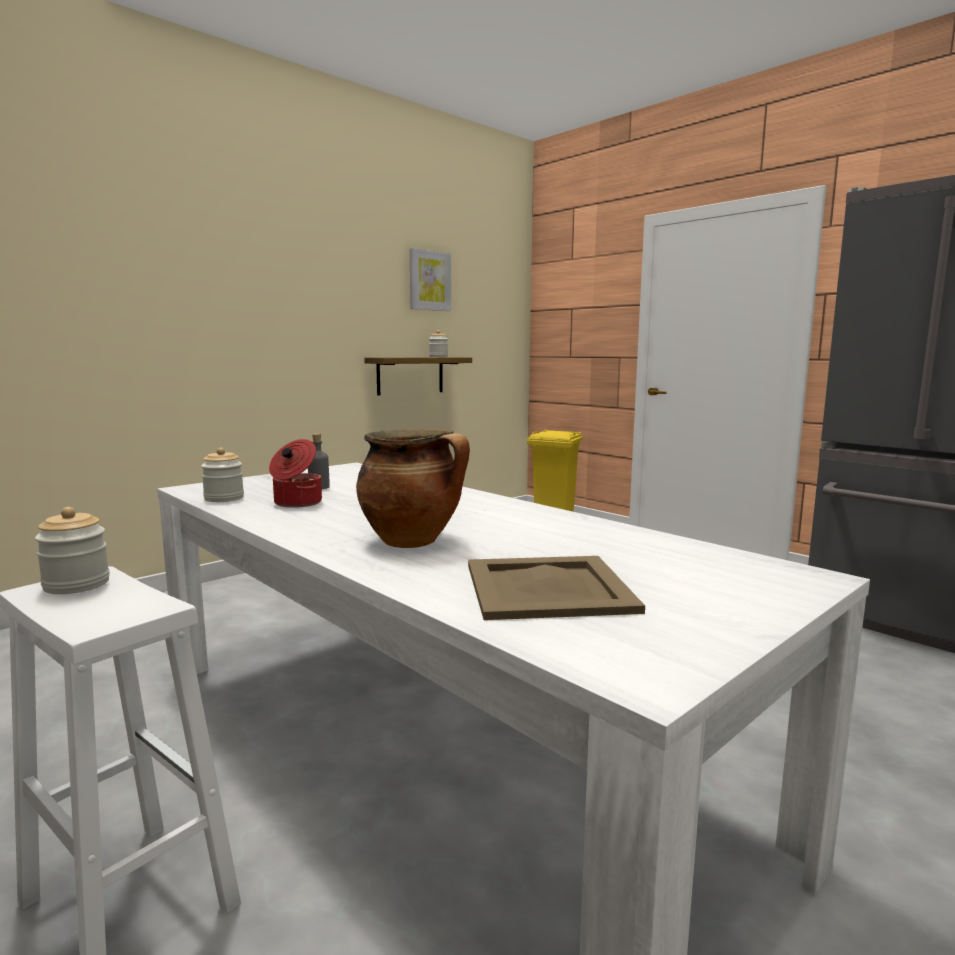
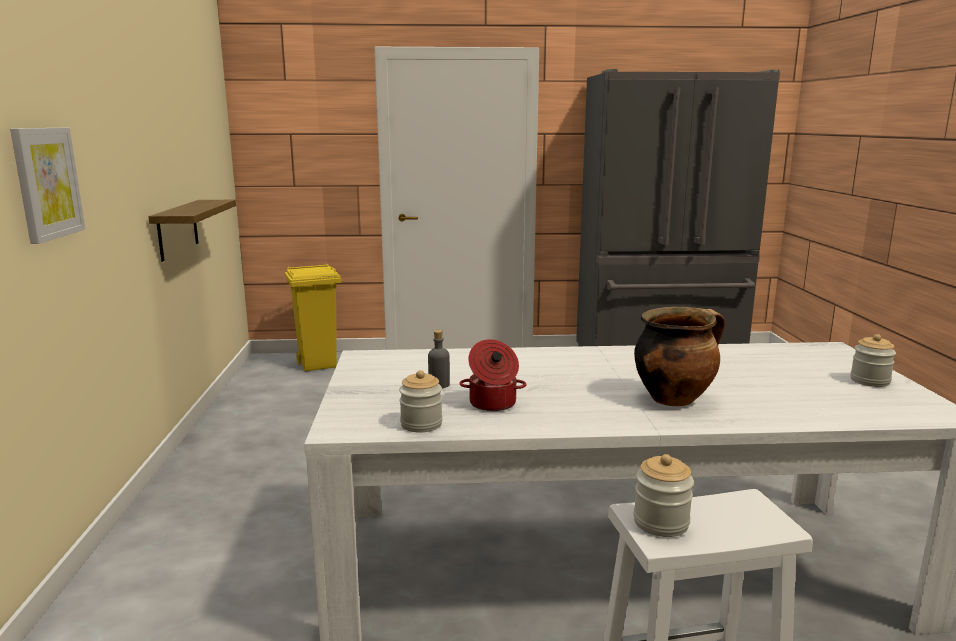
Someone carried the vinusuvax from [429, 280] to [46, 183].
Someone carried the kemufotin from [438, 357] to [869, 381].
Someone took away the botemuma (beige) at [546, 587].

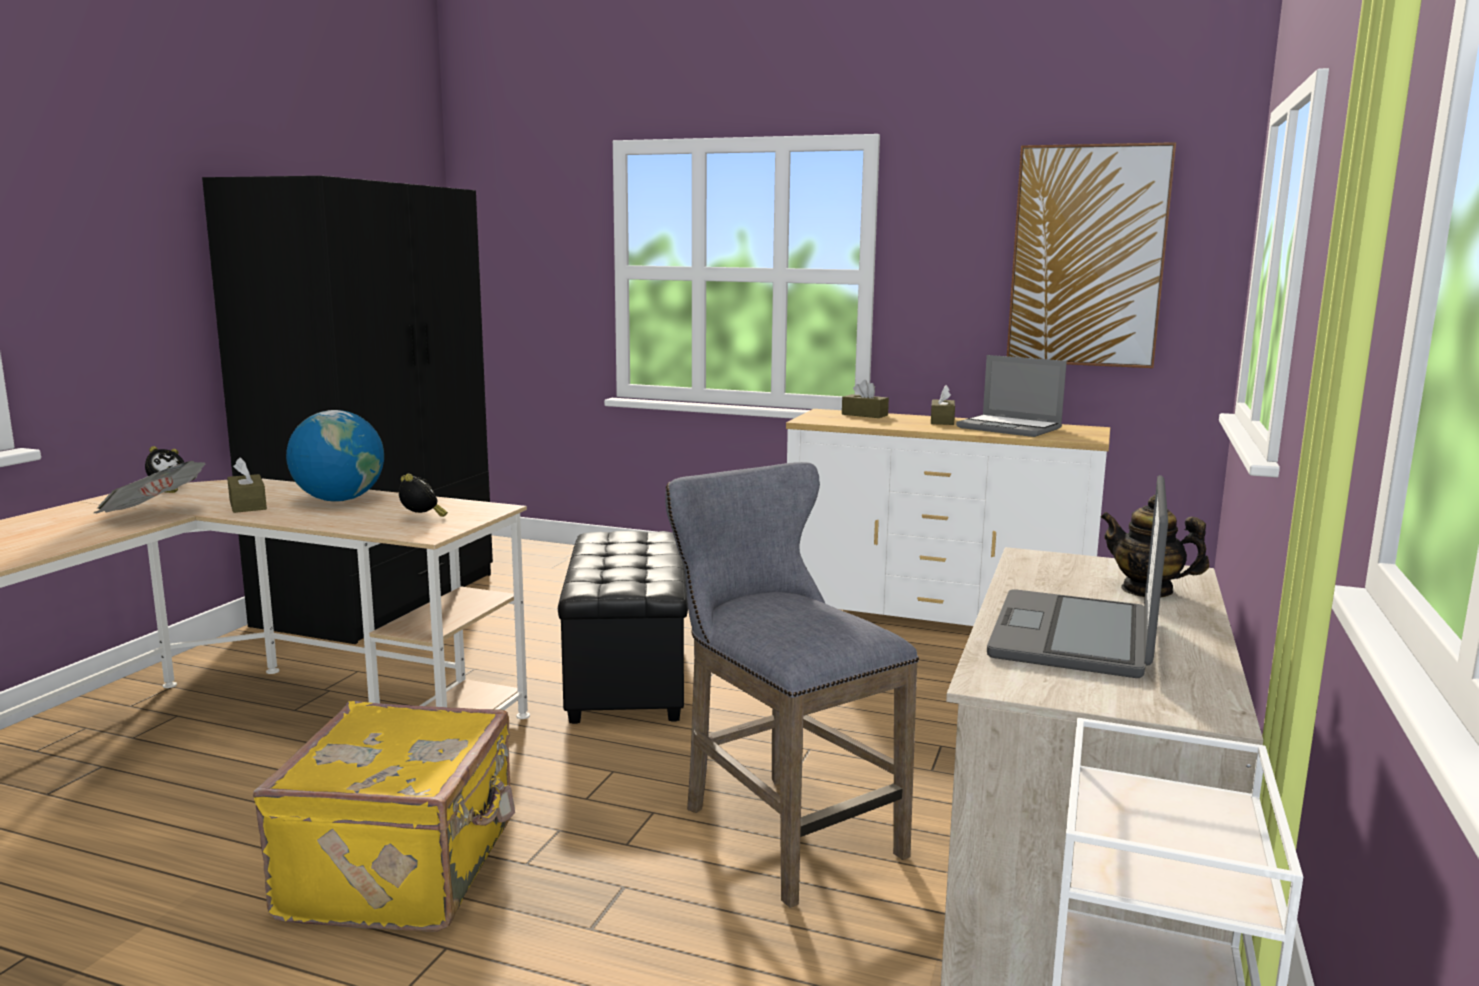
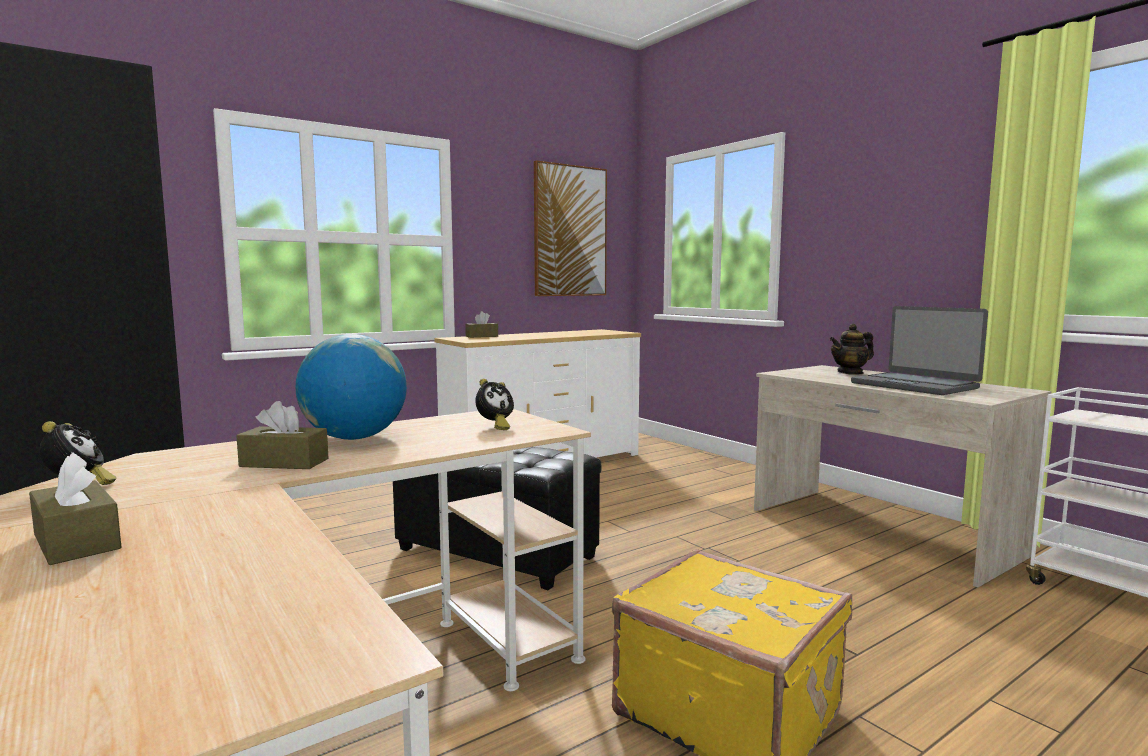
Someone carried the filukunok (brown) from [942, 421] to [76, 541].
Someone rotated the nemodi at [422, 519] by 135 degrees clockwise.
Someone took away the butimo at [153, 515].
Someone took away the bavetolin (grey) at [781, 828].
Someone took away the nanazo at [1010, 428].

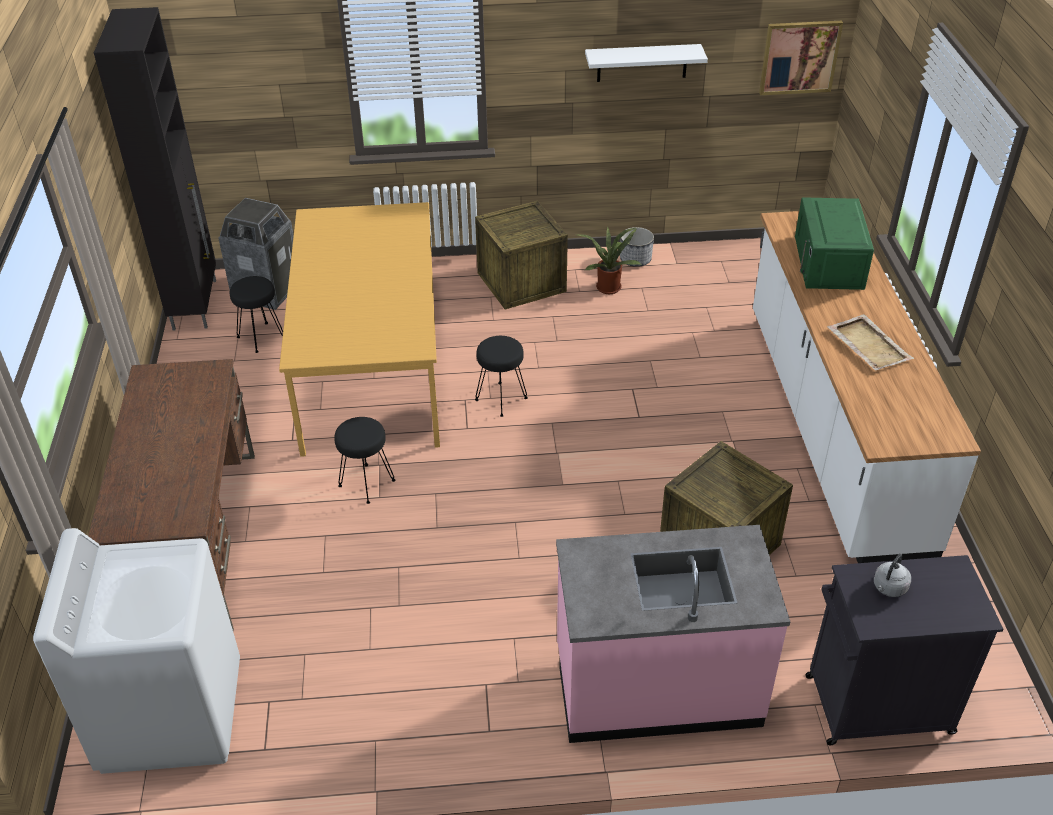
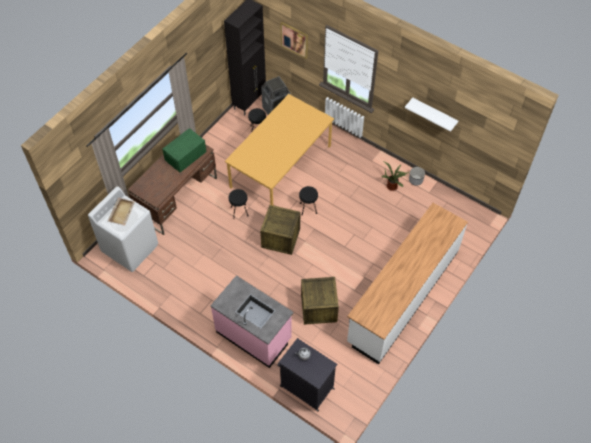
Someone carried the botemuma (beige) from [868, 344] to [122, 212].
Someone carried the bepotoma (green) from [829, 262] to [185, 156].
Someone carried the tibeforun from [521, 282] to [280, 238].
Someone carried the vinusuvax from [799, 57] to [294, 39].

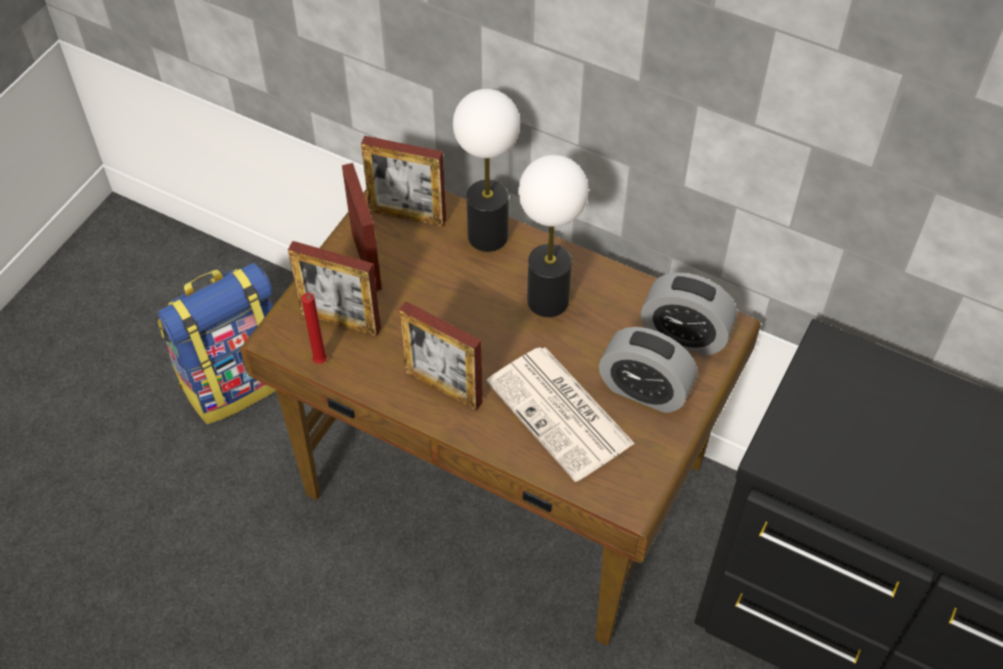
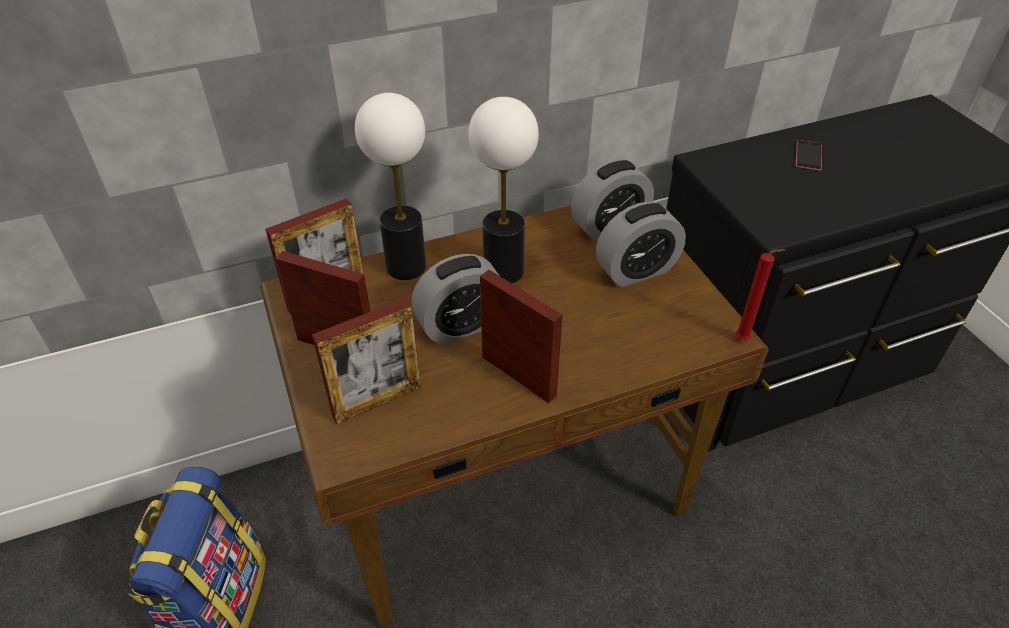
Someone put down the nemodi at [461, 325].
Someone rotated the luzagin at [443, 387] by 120 degrees counterclockwise.
Someone carried the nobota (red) from [320, 363] to [744, 339].
Someone put down the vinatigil at [808, 155].
Someone took away the butimo at [562, 414].

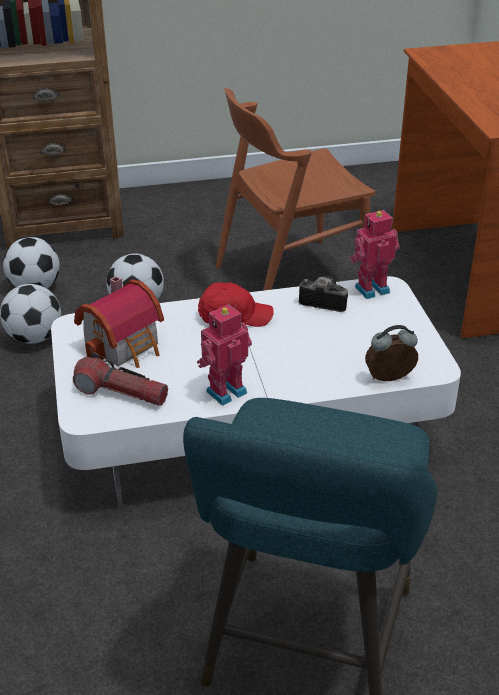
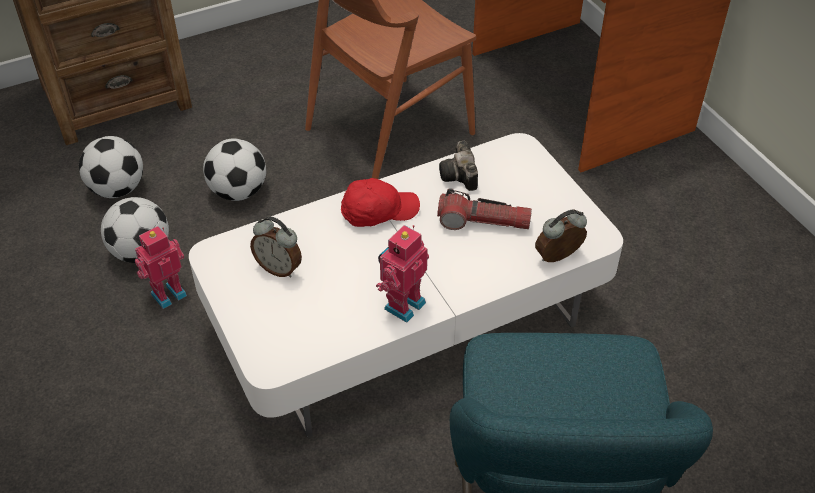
Someone carried the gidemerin from [371, 288] to [167, 293].
Someone swapped the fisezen at [126, 345] for the nemodi at [279, 268].
Someone carried the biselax from [121, 393] to [483, 222].
Someone rotated the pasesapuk at [321, 301] by 105 degrees counterclockwise.

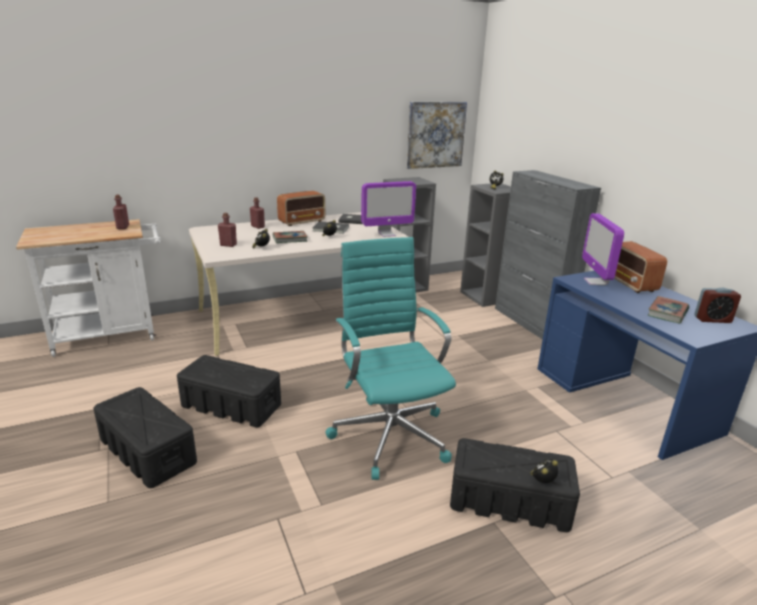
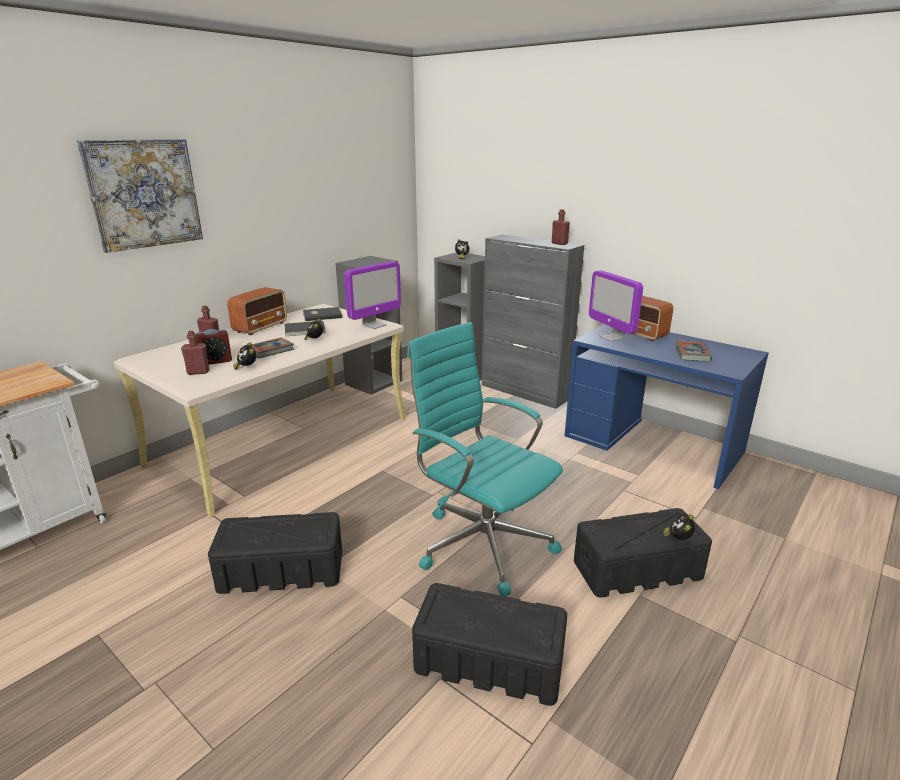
Someone carried the vinusuvax from [435, 135] to [144, 194].
Someone carried the nemodi from [712, 319] to [215, 361].
Someone carried the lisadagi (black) from [147, 451] to [488, 662].
Someone carried the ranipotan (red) from [123, 227] to [559, 243].

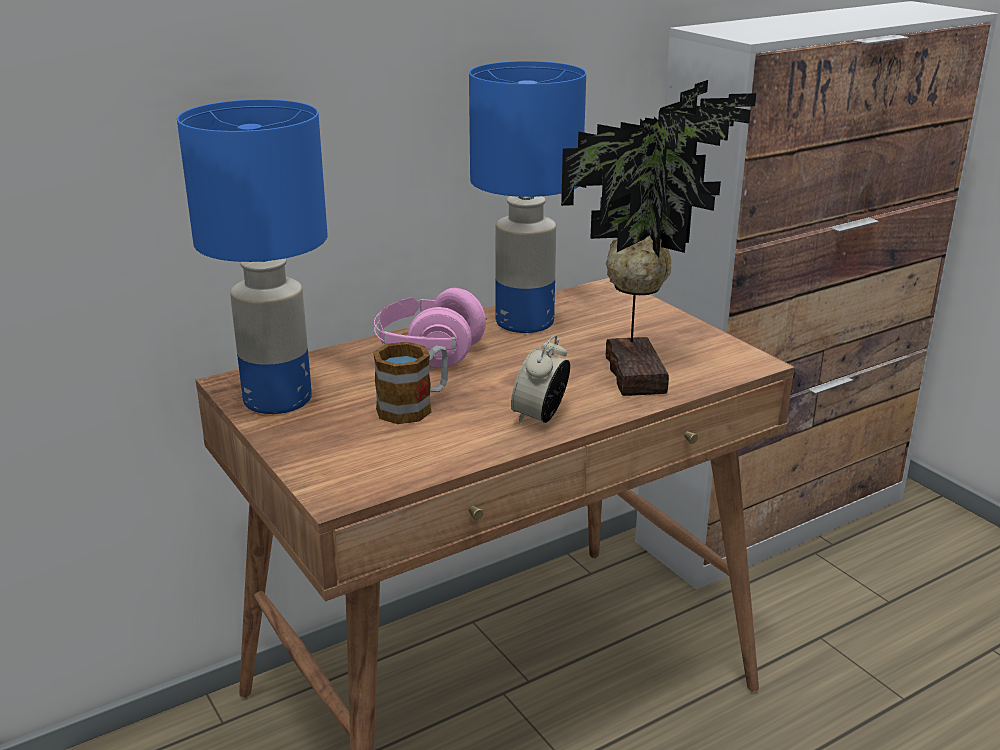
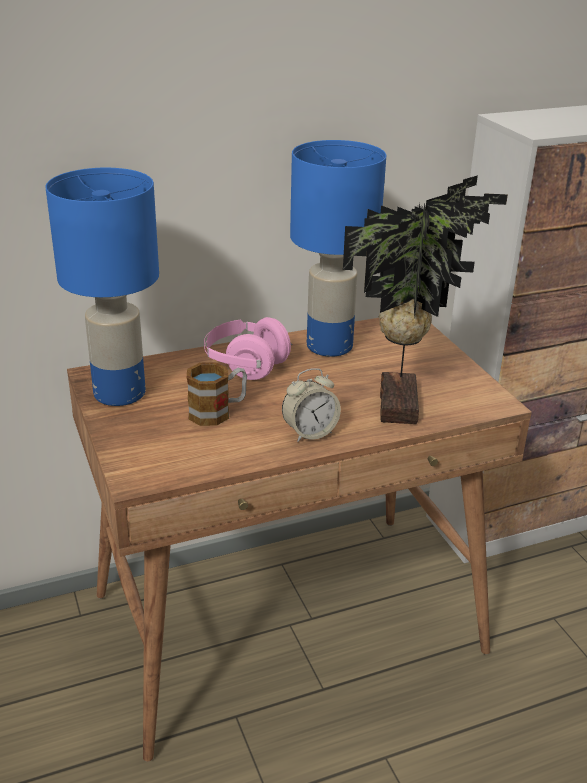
Someone rotated the nemodi at [540, 417] by 150 degrees counterclockwise.

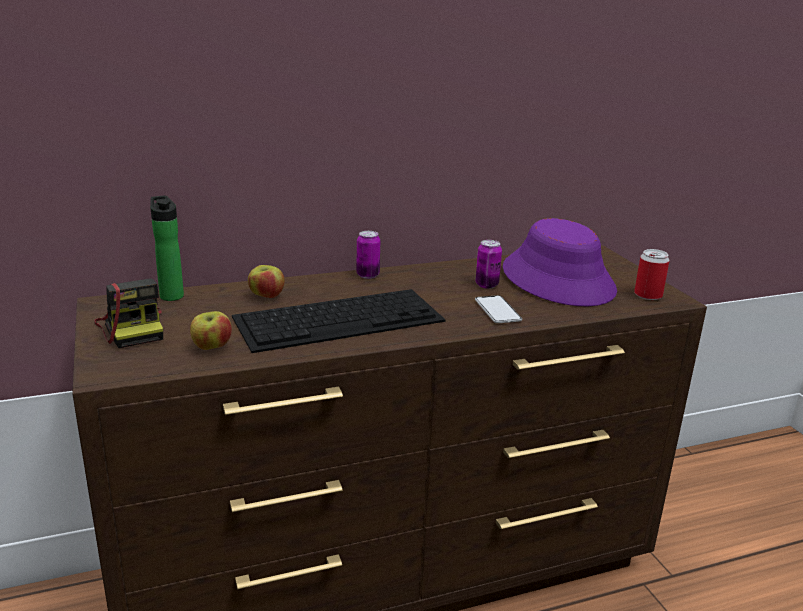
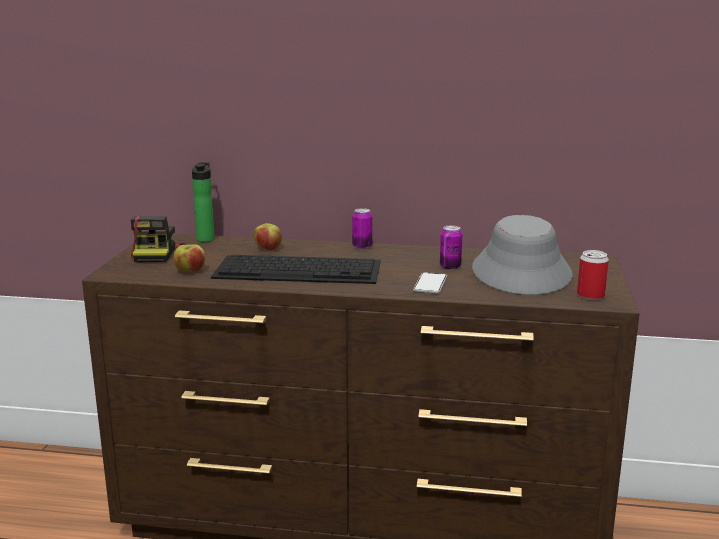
Someone repainted the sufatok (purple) at [558, 280], which became the sufatok (grey) at [522, 272].

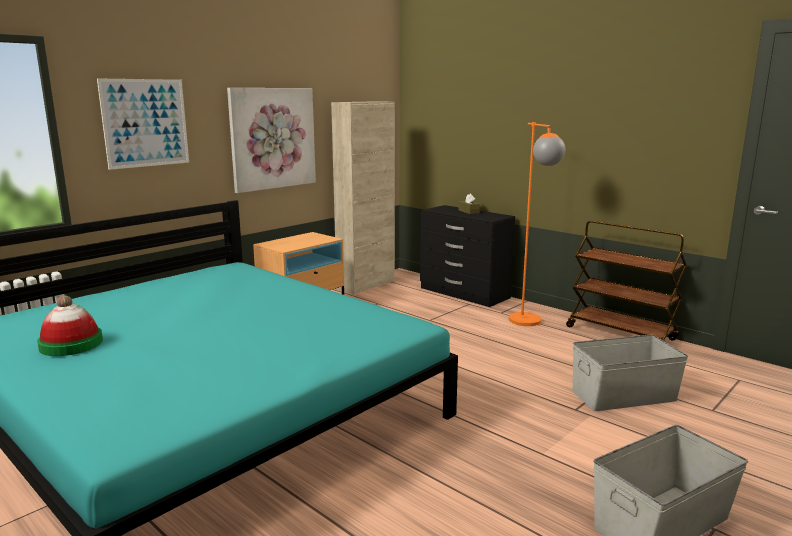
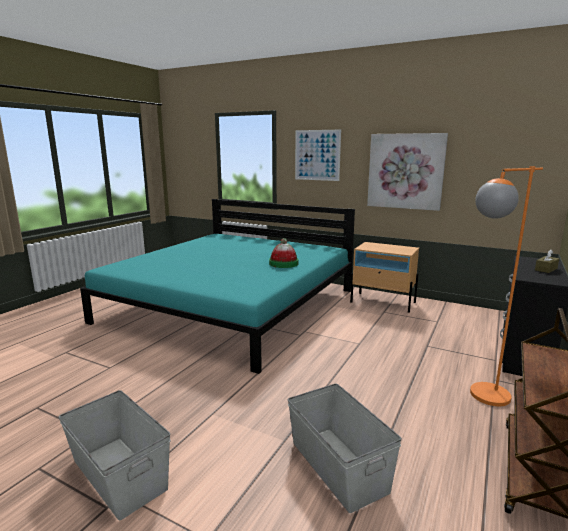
Someone carried the sufatok from [71, 344] to [283, 263].
Someone took away the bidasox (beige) at [366, 285].

